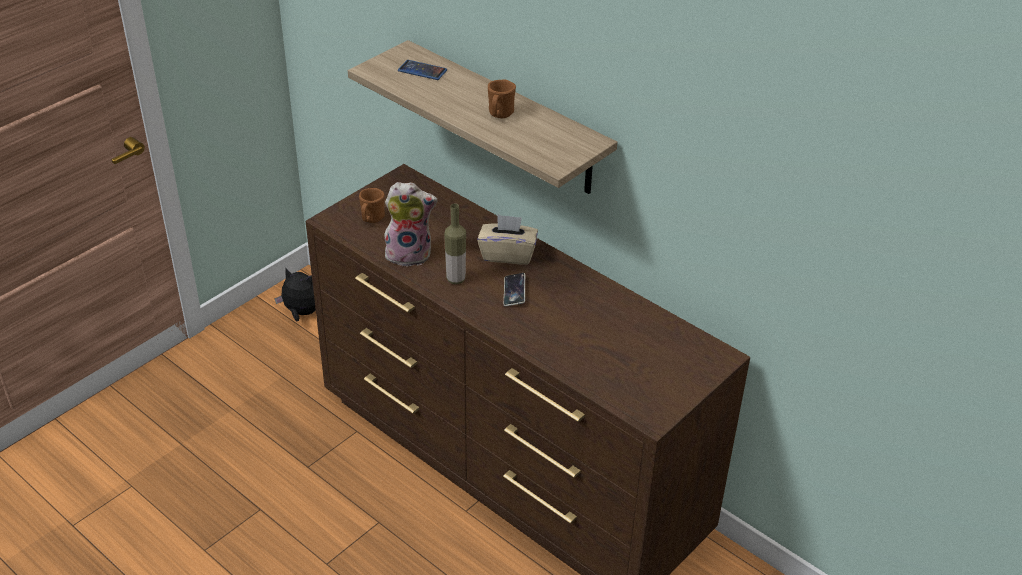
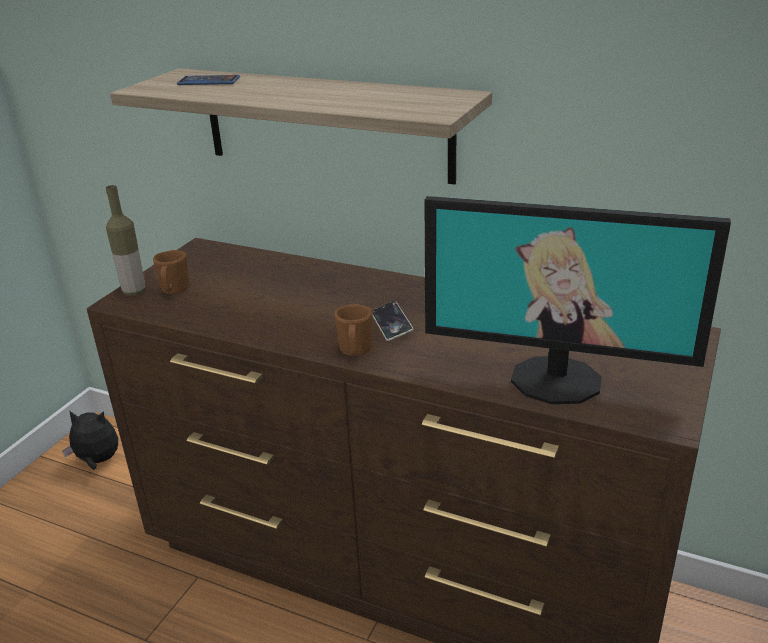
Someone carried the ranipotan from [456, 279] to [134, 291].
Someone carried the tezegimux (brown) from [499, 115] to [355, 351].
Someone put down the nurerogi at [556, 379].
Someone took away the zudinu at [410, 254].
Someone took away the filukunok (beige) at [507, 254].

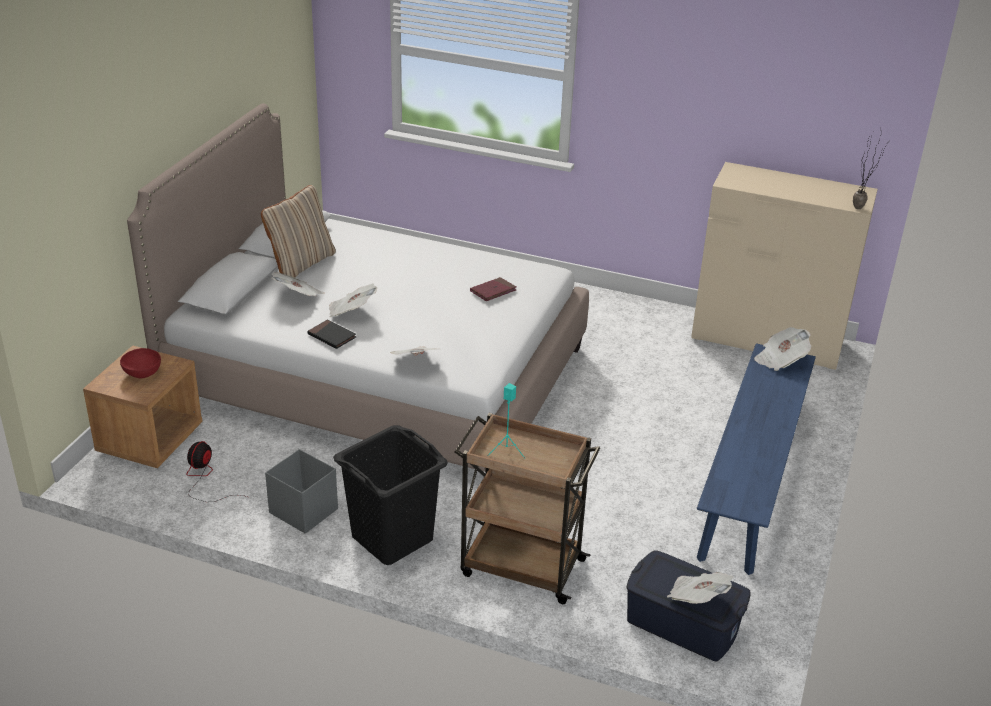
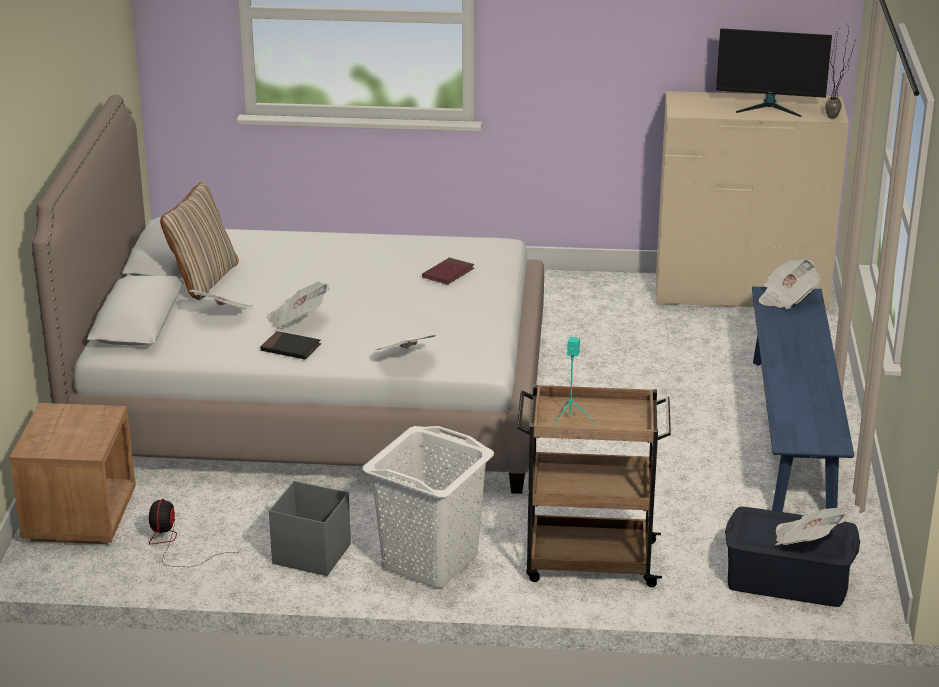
Someone repainted the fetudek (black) at [393, 538], which became the fetudek (white) at [431, 561].
Someone put down the nurerogi at [769, 107].
Someone took away the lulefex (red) at [142, 372].

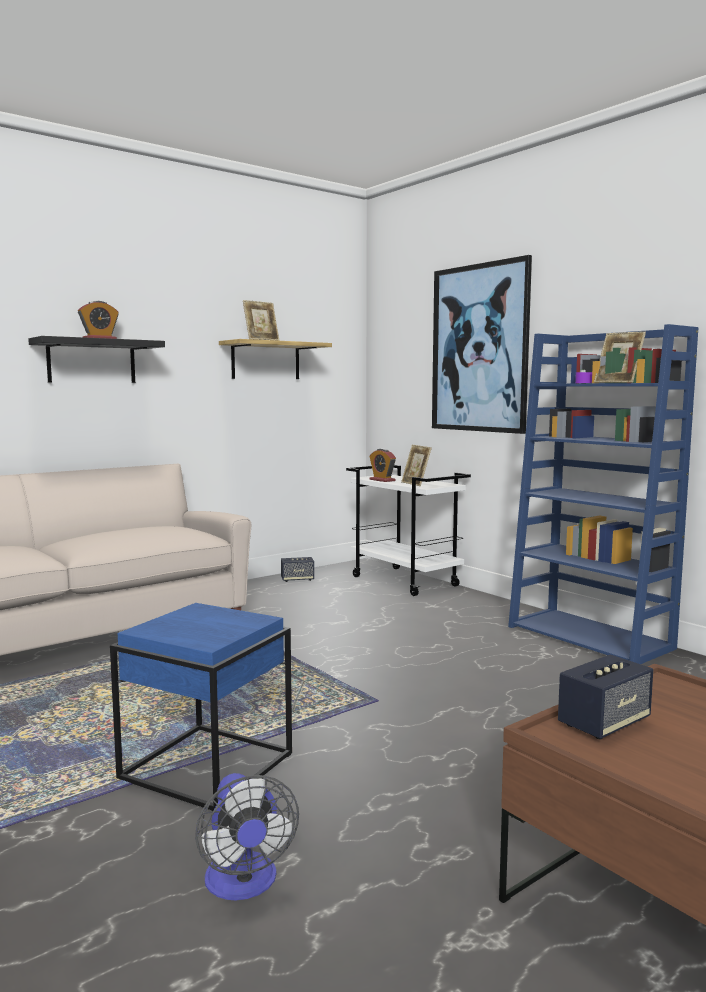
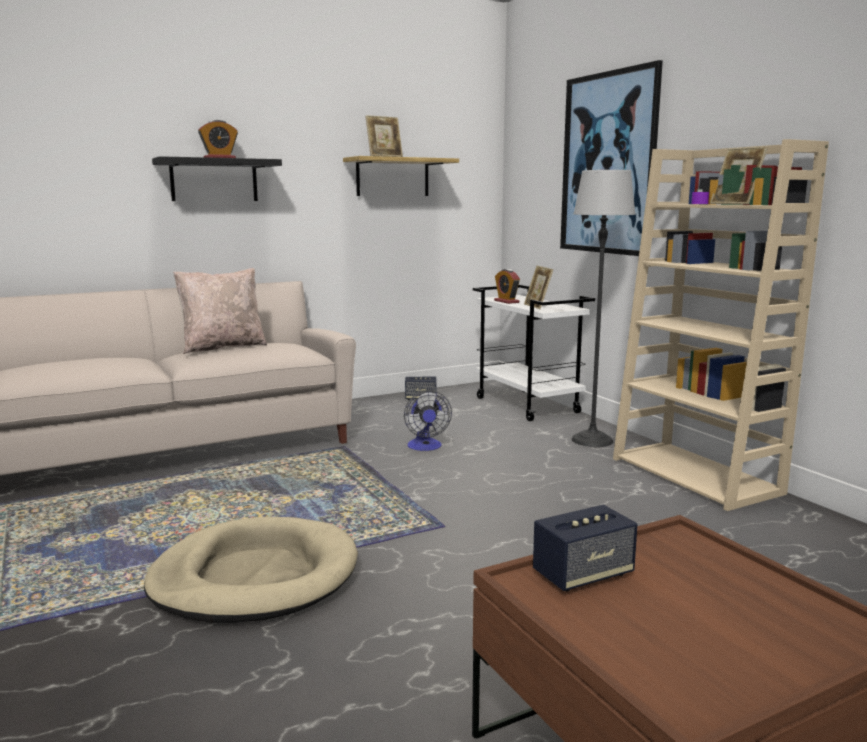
Someone swapped the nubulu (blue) at [205, 766] for the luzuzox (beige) at [255, 577].
Someone put down the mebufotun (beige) at [222, 347].
Someone carried the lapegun from [244, 884] to [425, 447].
Someone put down the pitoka at [592, 440].
Someone repainted the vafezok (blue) at [591, 637], which became the vafezok (beige) at [696, 476].

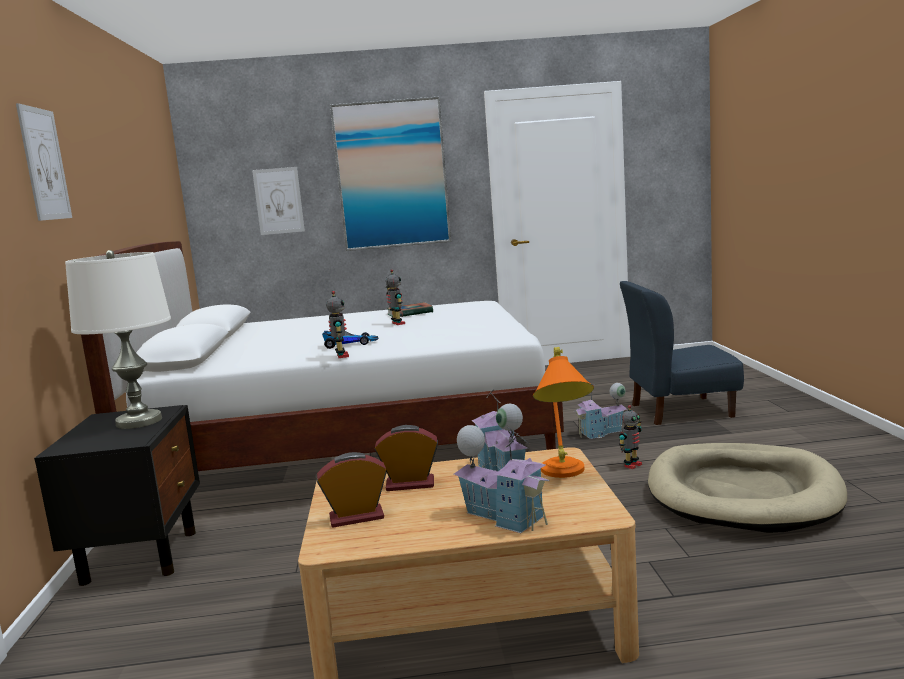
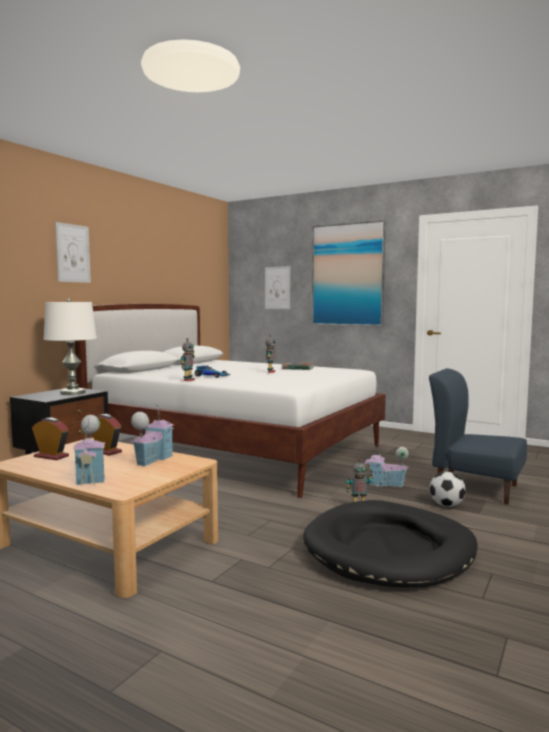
Someone repainted the luzuzox (beige) at [742, 493], which became the luzuzox (black) at [389, 550].
Someone put down the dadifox at [446, 505].
Someone took away the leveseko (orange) at [565, 475].

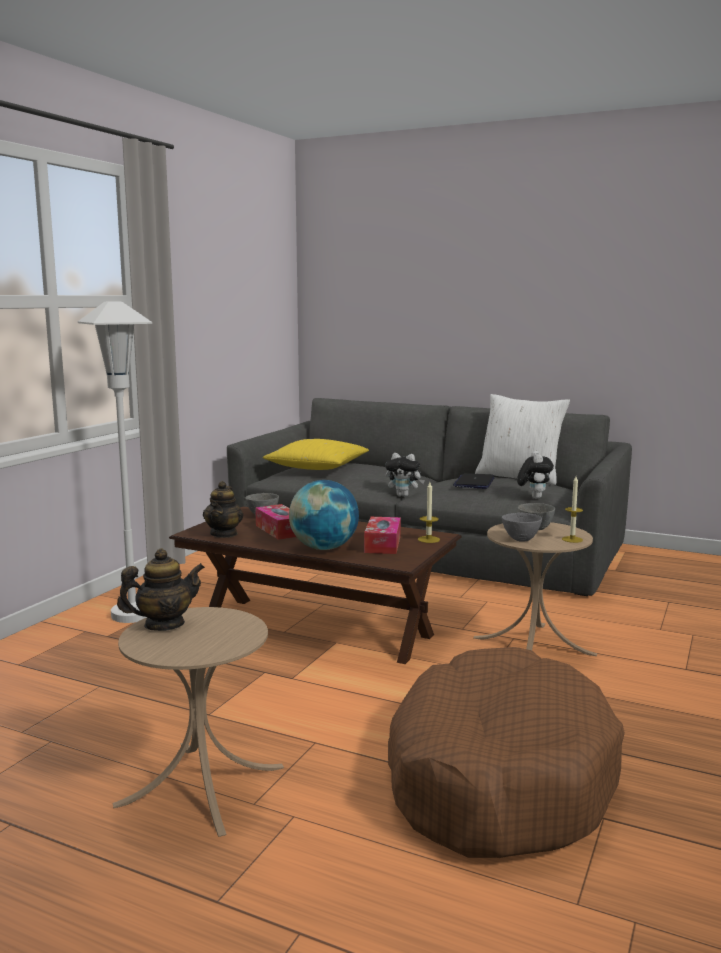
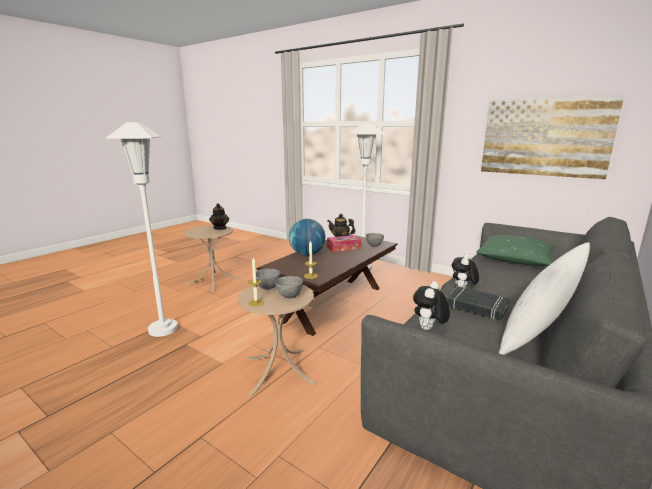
Someone swapped the luzuzox (brown) at [497, 777] for the pitoka (white) at [163, 329].
Someone rotated the zudinu at [533, 497] by 105 degrees clockwise.
Someone swapped the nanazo at [474, 482] for the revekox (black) at [476, 307].
Someone repainted the mebufotun (yellow) at [317, 467], which became the mebufotun (green) at [514, 260].
Someone put up the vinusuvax at [544, 137].
Someone took away the filukunok at [382, 544].

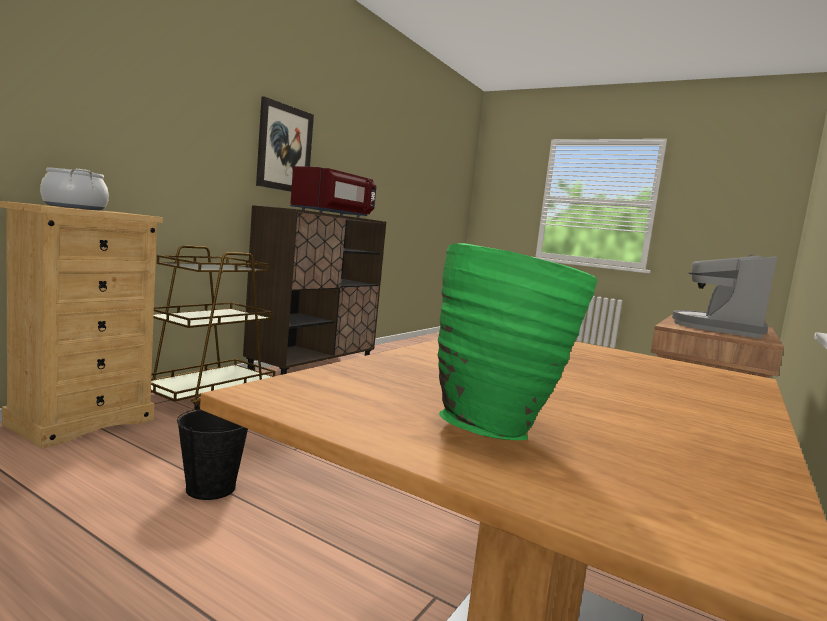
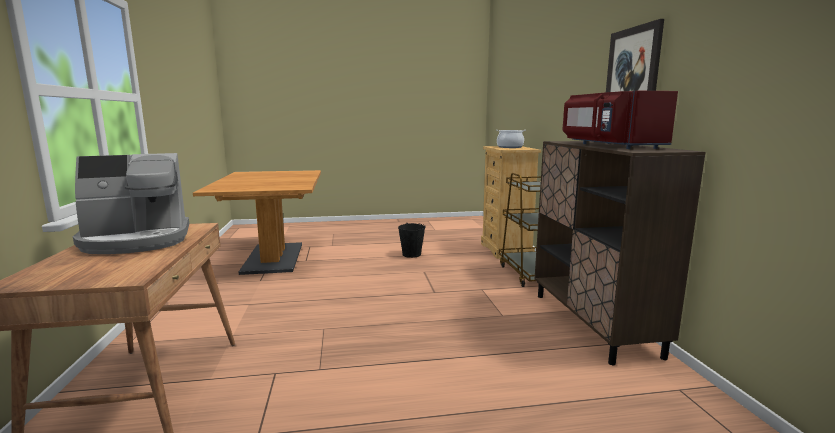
Someone rotated the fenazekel at [719, 328] by 75 degrees clockwise.
Someone took away the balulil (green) at [497, 428].

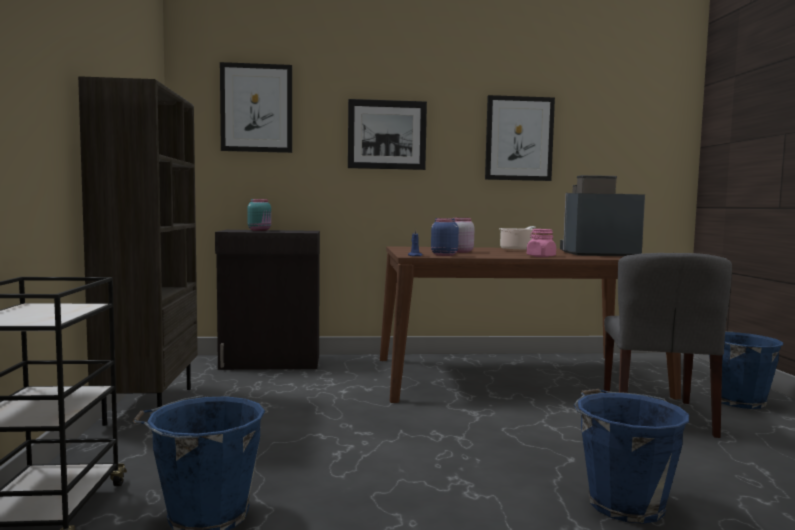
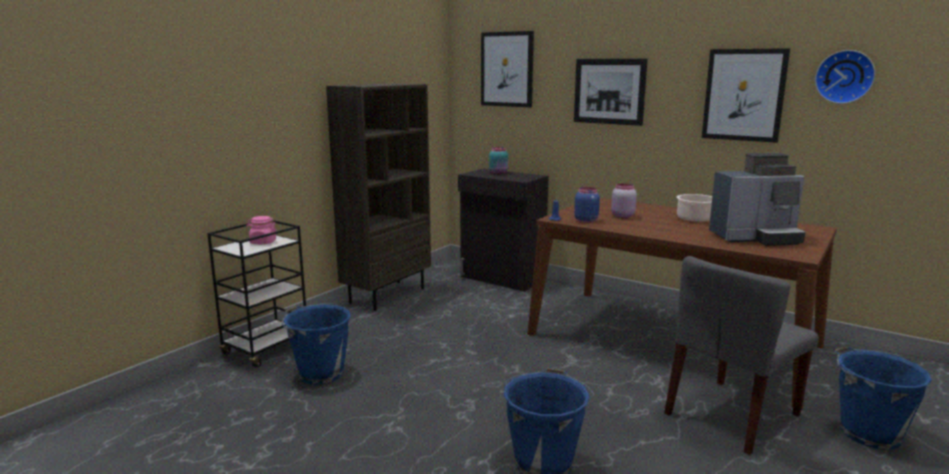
Someone carried the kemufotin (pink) from [541, 256] to [263, 242].
Someone rotated the fenazekel at [596, 254] by 135 degrees clockwise.
Someone put up the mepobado at [844, 77].

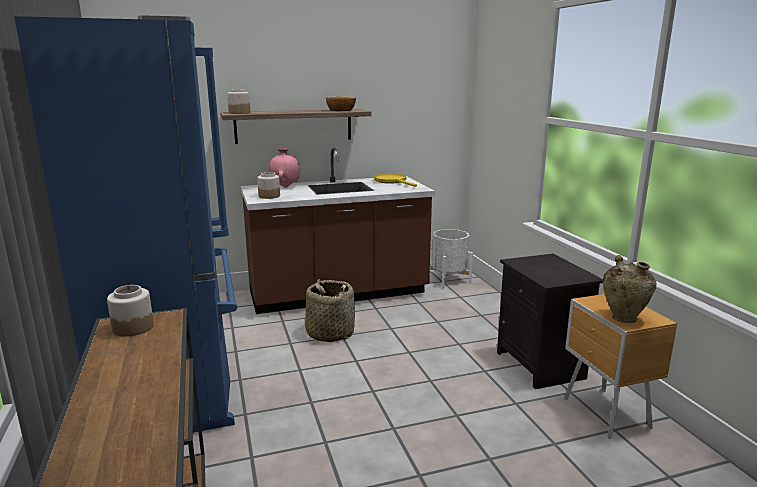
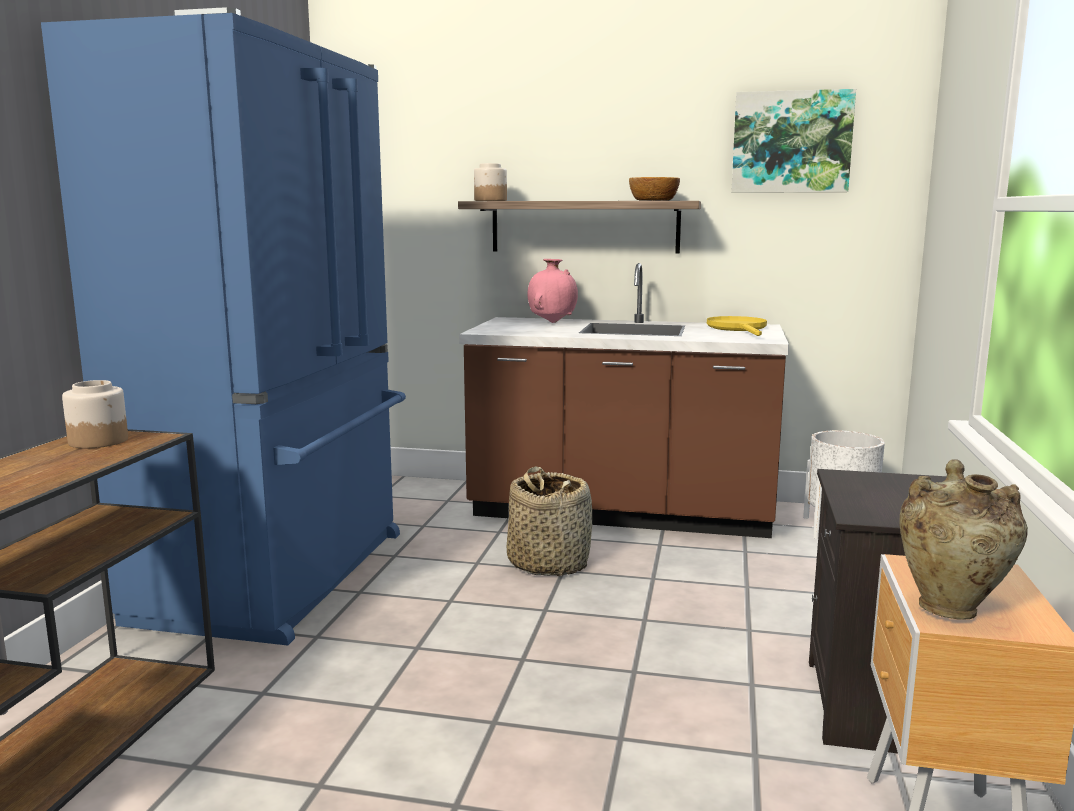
Someone put up the vinusuvax at [791, 142].
Someone took away the kemufotin at [269, 196].

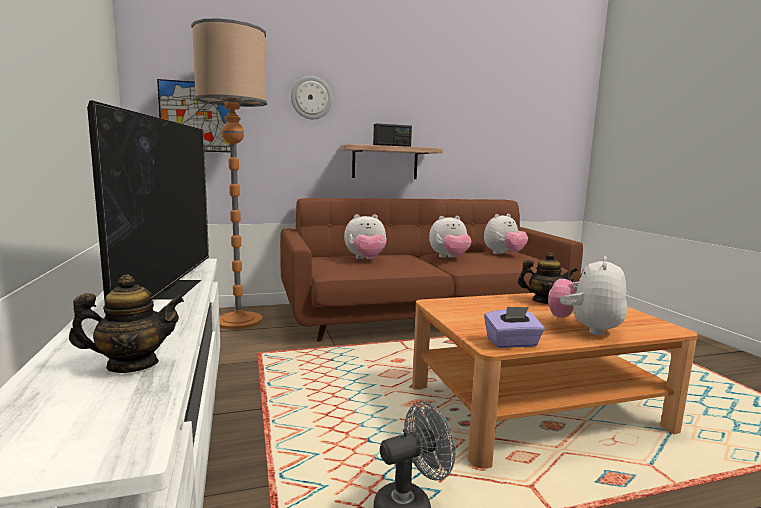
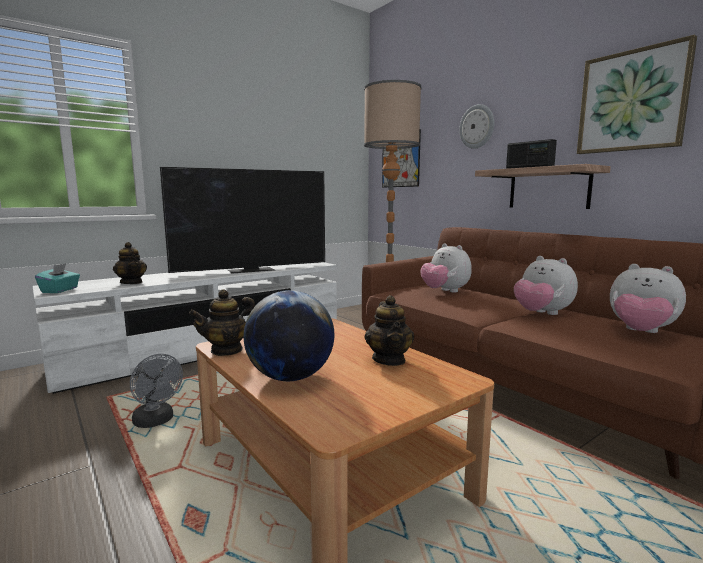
Someone put down the filukunok (turquoise) at [60, 290].
Someone swapped the filukunok (purple) at [512, 343] for the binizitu at [227, 350].
Someone swapped the zudinu at [584, 329] for the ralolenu at [290, 377].
Someone put up the vinusuvax at [632, 101].

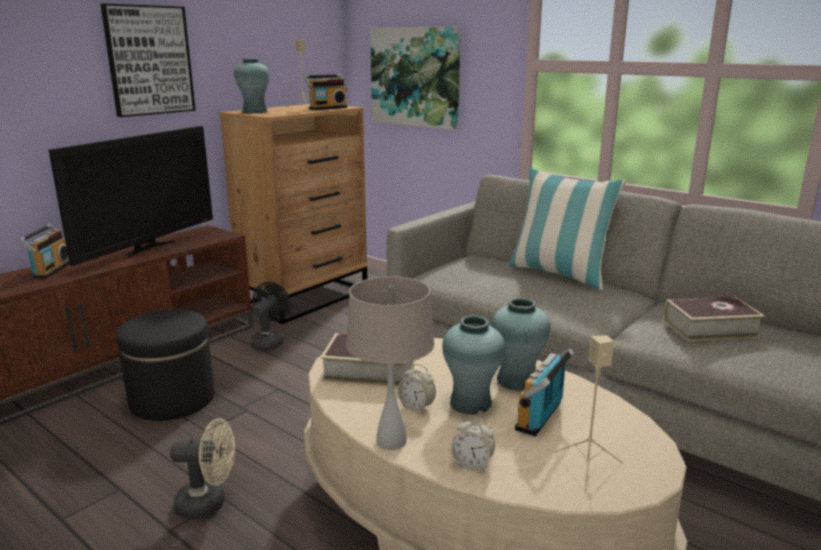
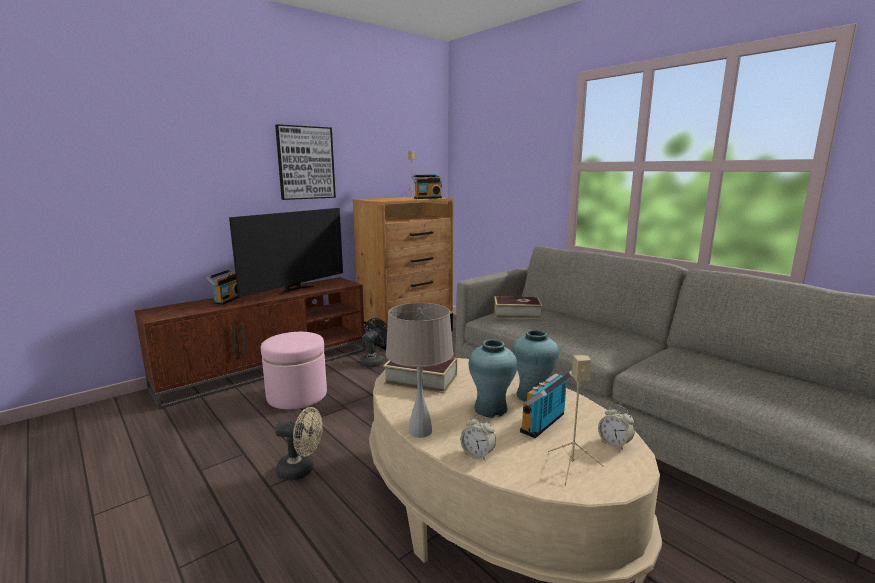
Someone repainted the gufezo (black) at [172, 399], which became the gufezo (pink) at [297, 395].
Someone carried the revekox from [710, 328] to [516, 314].
Someone carried the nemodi from [416, 407] to [614, 444].
Someone took away the balulil (turquoise) at [254, 112].
Someone took away the vinusuvax at [415, 77].
Someone took away the mebufotun at [559, 274].

